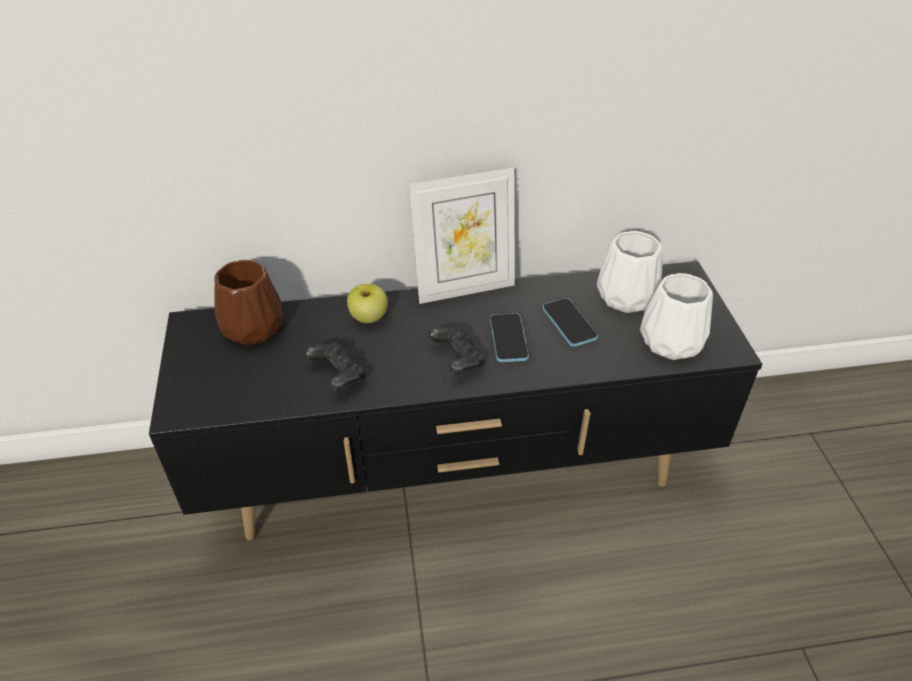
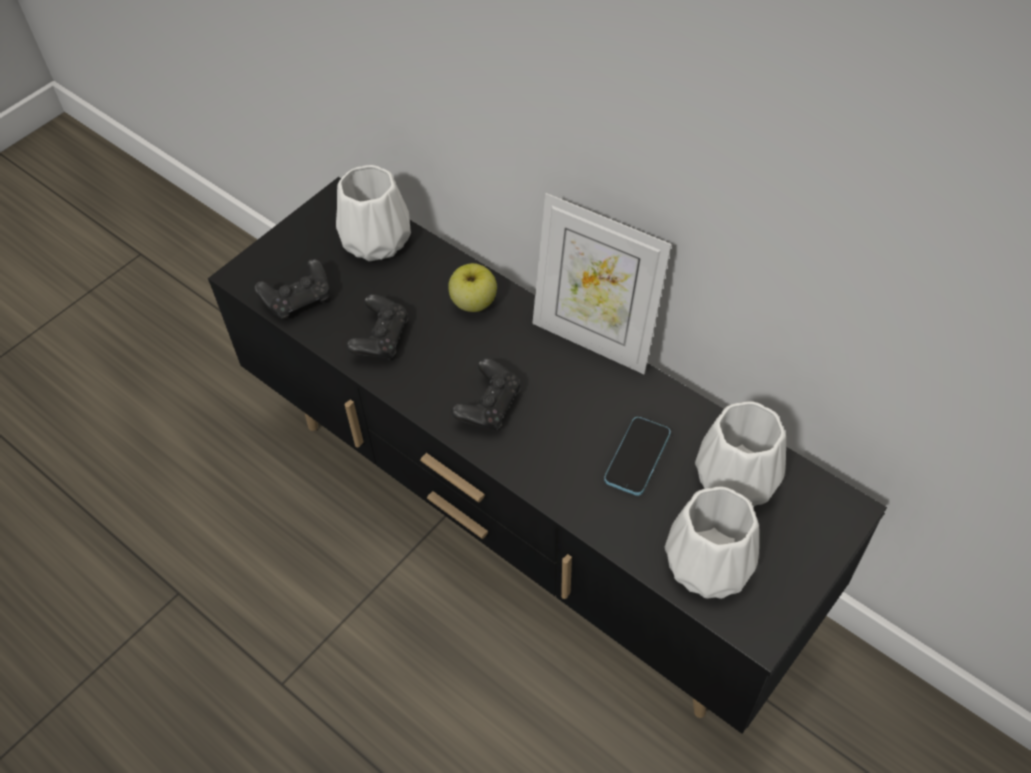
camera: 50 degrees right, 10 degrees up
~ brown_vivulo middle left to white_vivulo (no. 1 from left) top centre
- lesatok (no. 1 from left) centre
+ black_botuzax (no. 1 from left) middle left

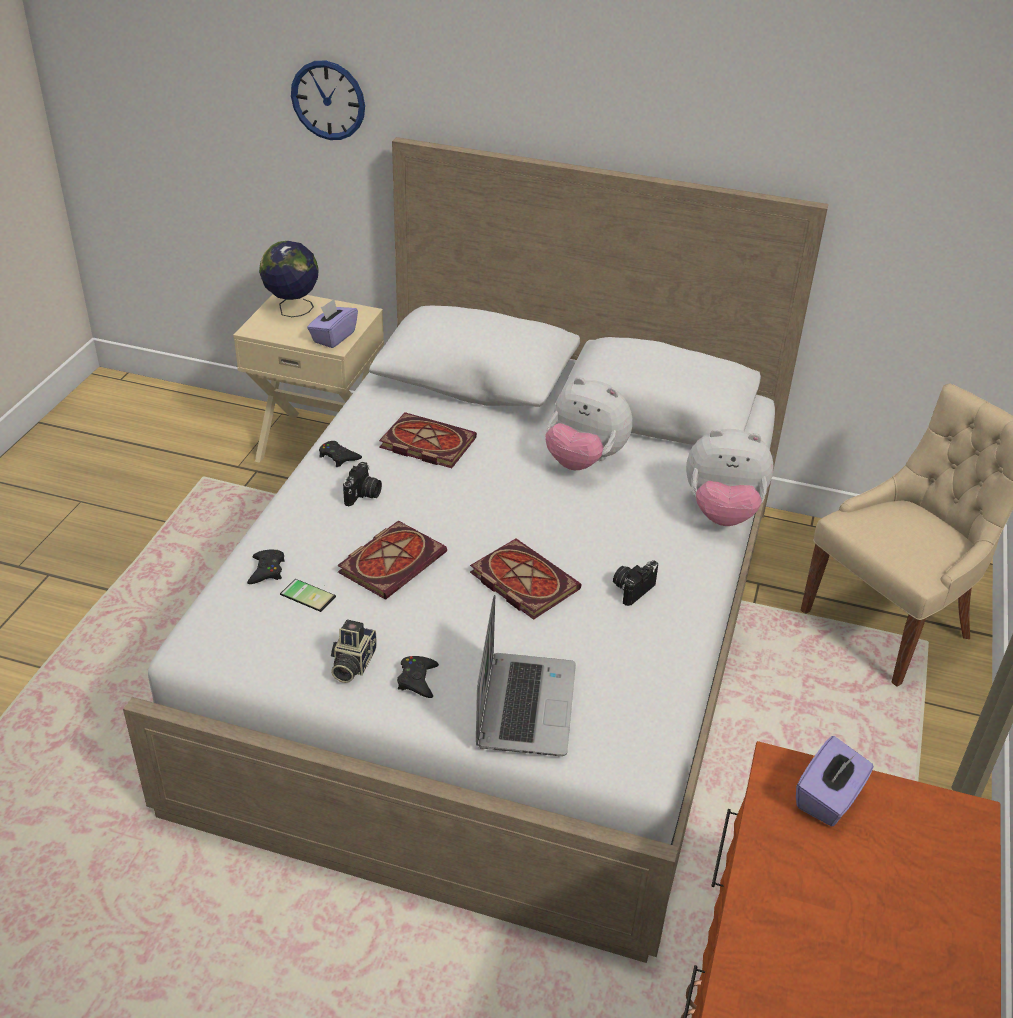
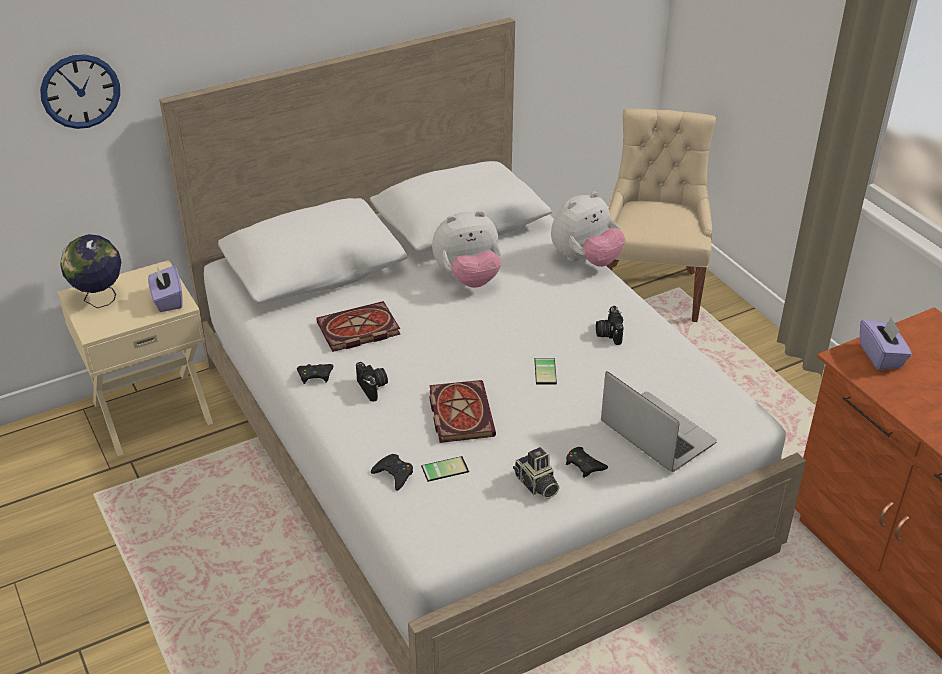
camera: 45 degrees left, 0 degrees up
~ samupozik (no. 3 from left) centre to lesatok (no. 2 from left) centre

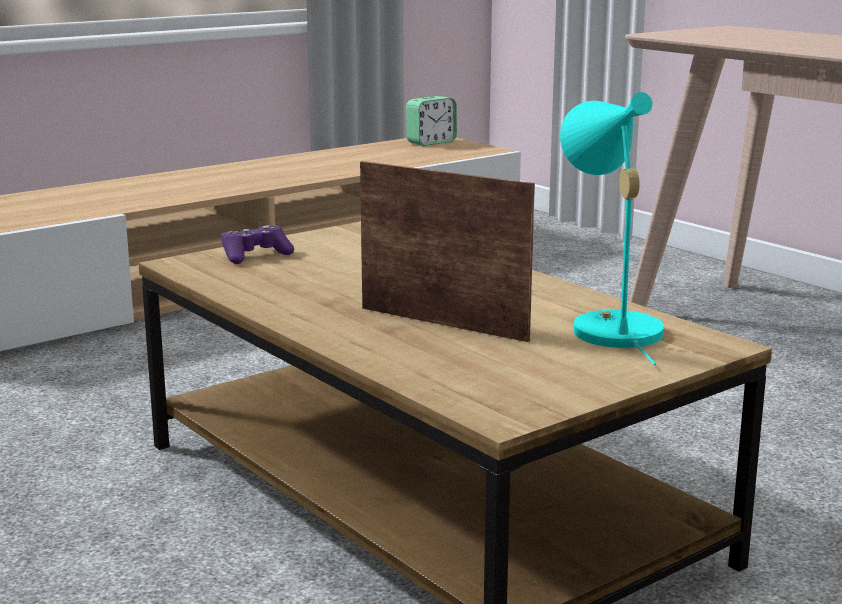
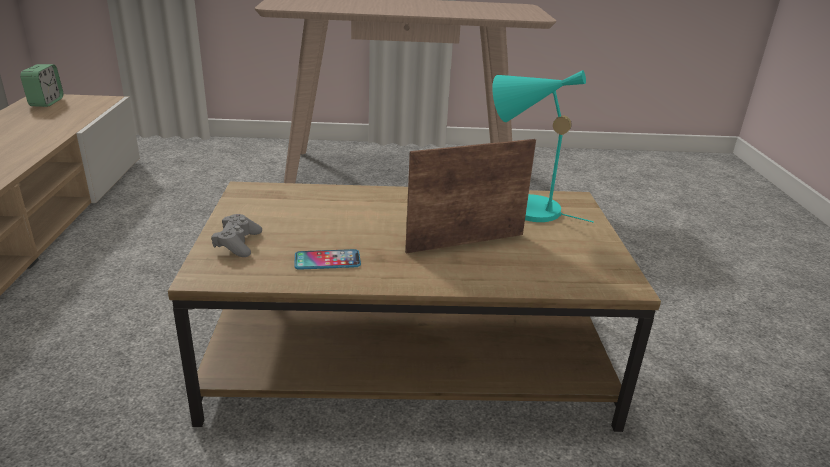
camera: 55 degrees left, 10 degrees up
~ purple_botuzax middle left to grey_botuzax middle left
+ lesatok centre

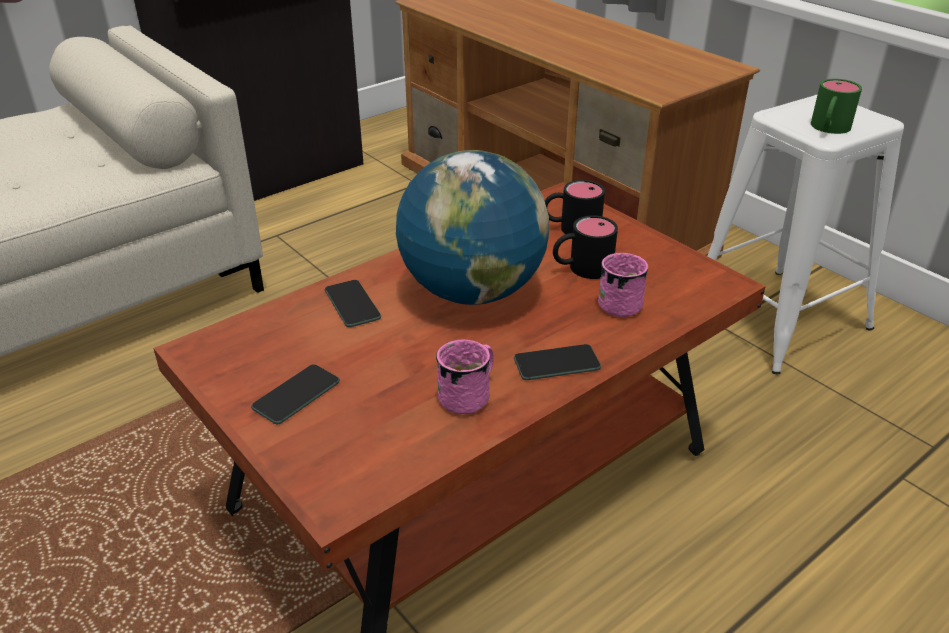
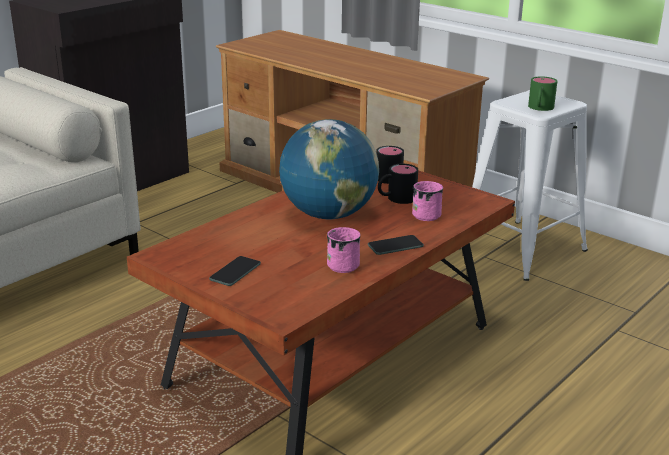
camera: 10 degrees left, 10 degrees down
- lesatok (no. 2 from left) centre

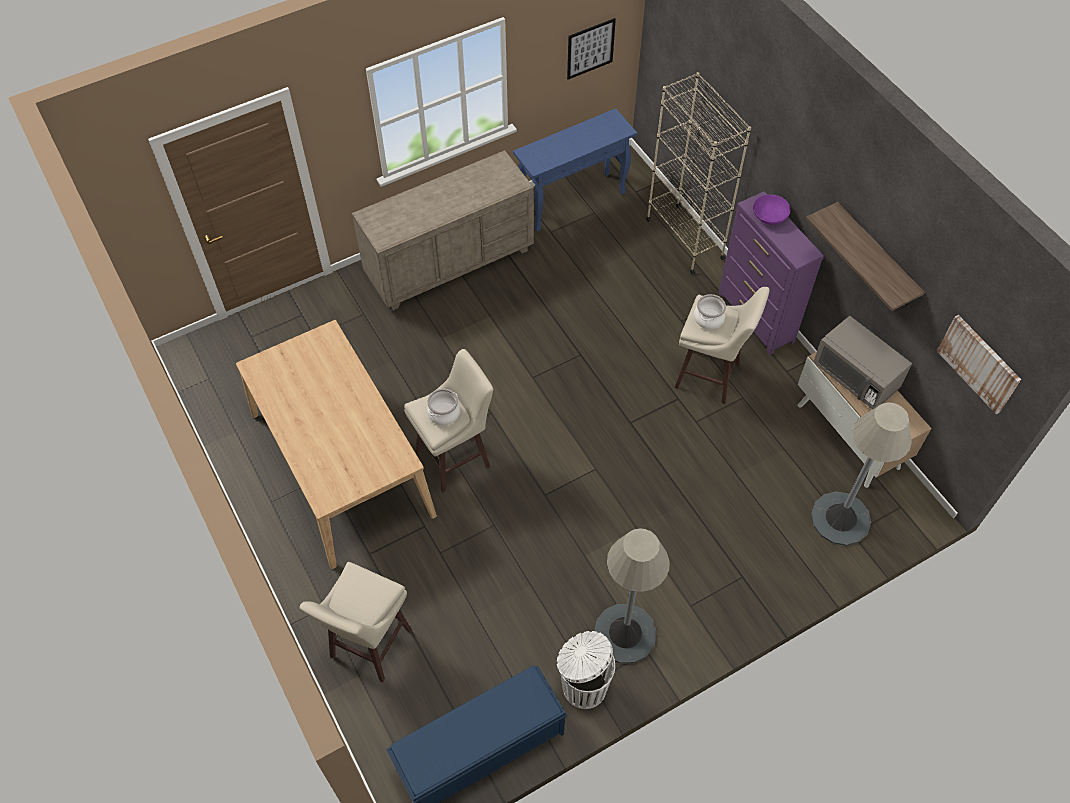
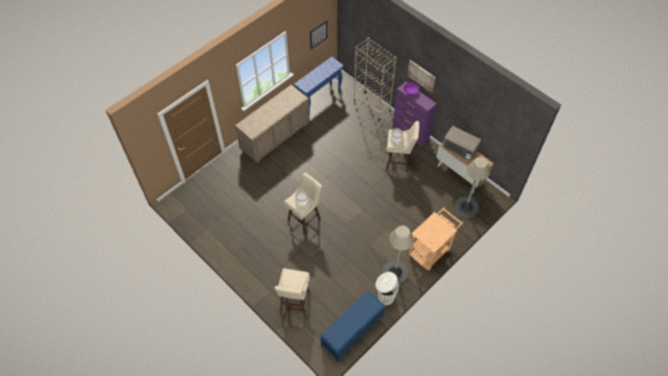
camera: 15 degrees left, 0 degrees up
- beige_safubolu middle left
- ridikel top right
~ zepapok (no. 2 from left) middle right to top centre
+ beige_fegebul centre

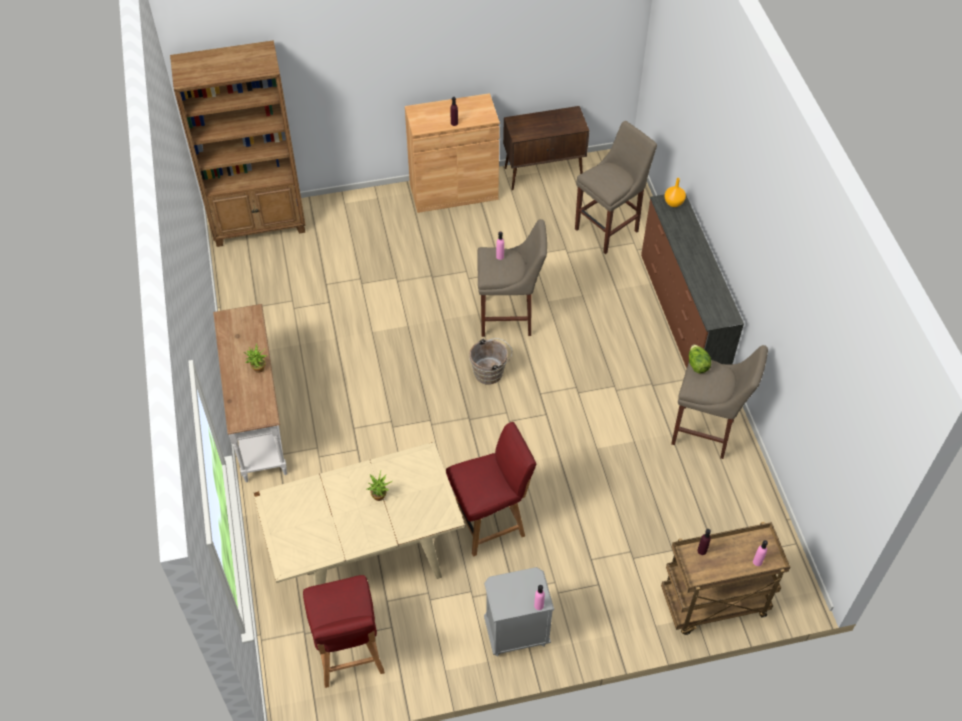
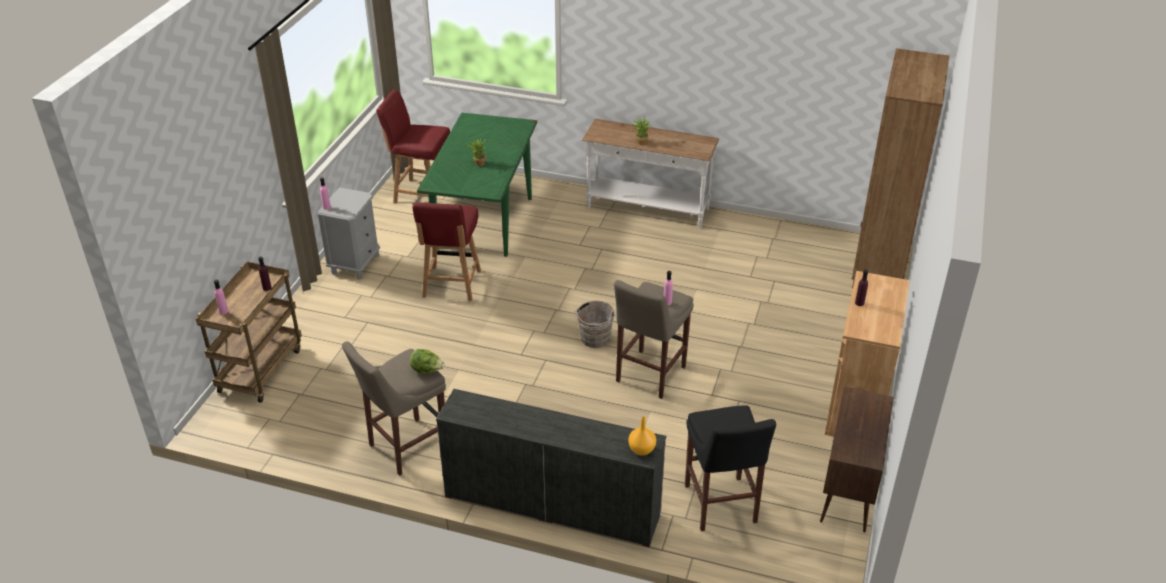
camera: 120 degrees right, 15 degrees down
~ beige_safubolu bottom centre to green_safubolu top centre
~ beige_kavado (no. 2 from left) top centre to black_kavado bottom centre

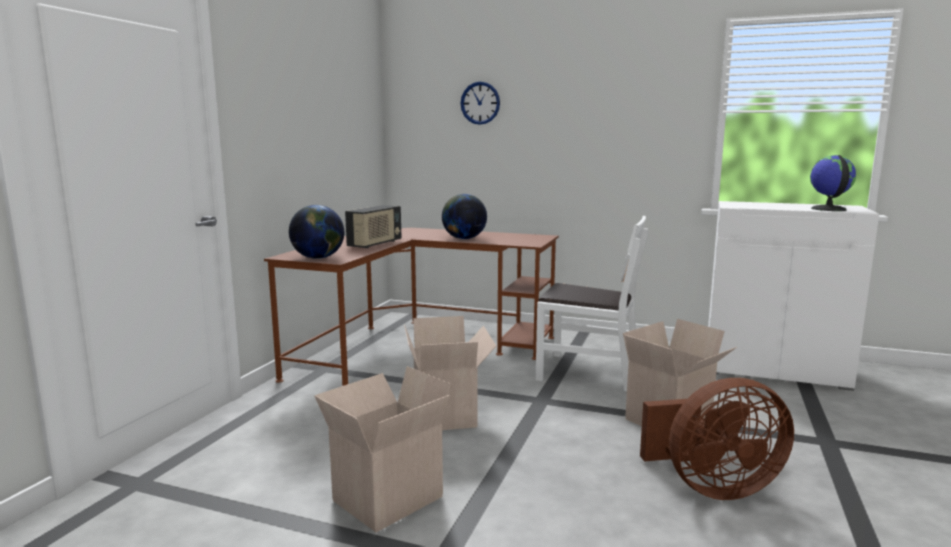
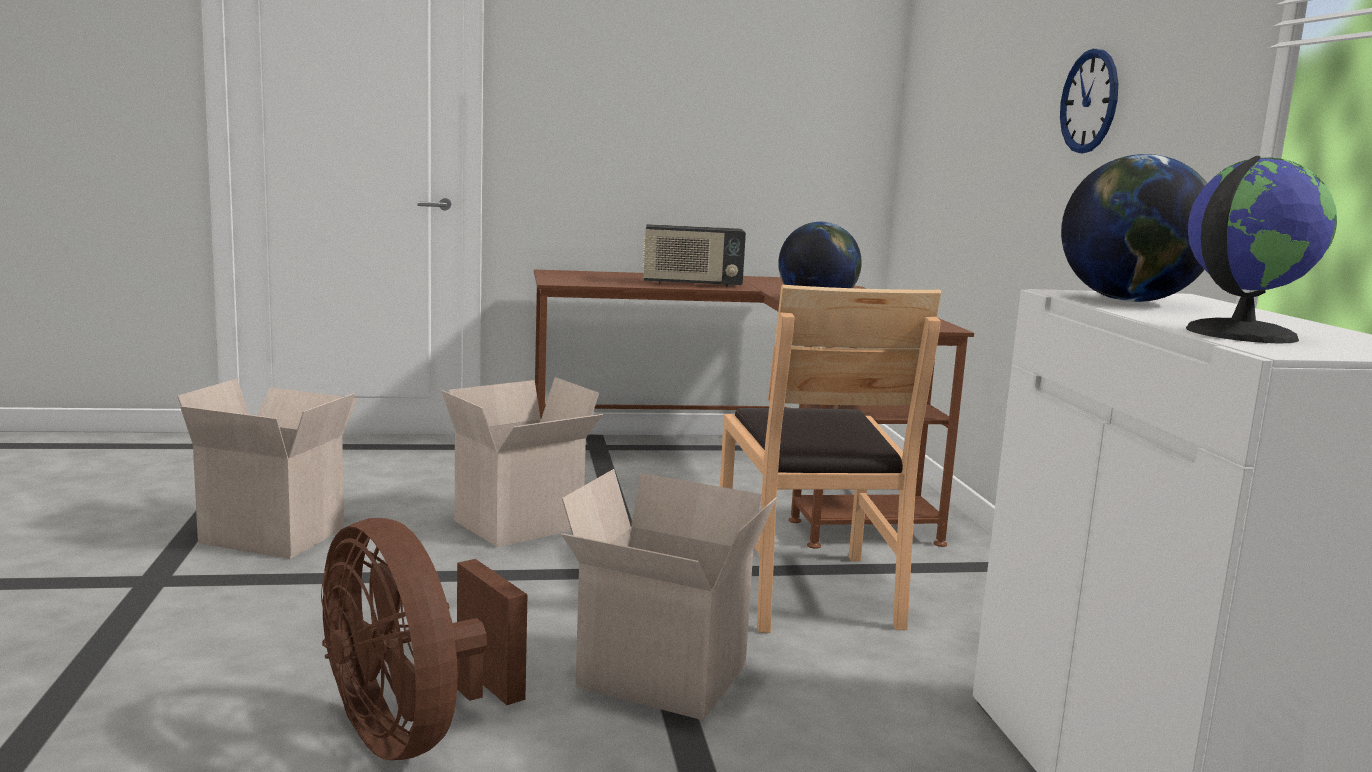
camera: 60 degrees right, 0 degrees up
~ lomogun (no. 1 from left in the first image) middle left to lomogun (no. 2 from left) top right
~ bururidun top centre to top right
~ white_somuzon centre to brown_somuzon centre

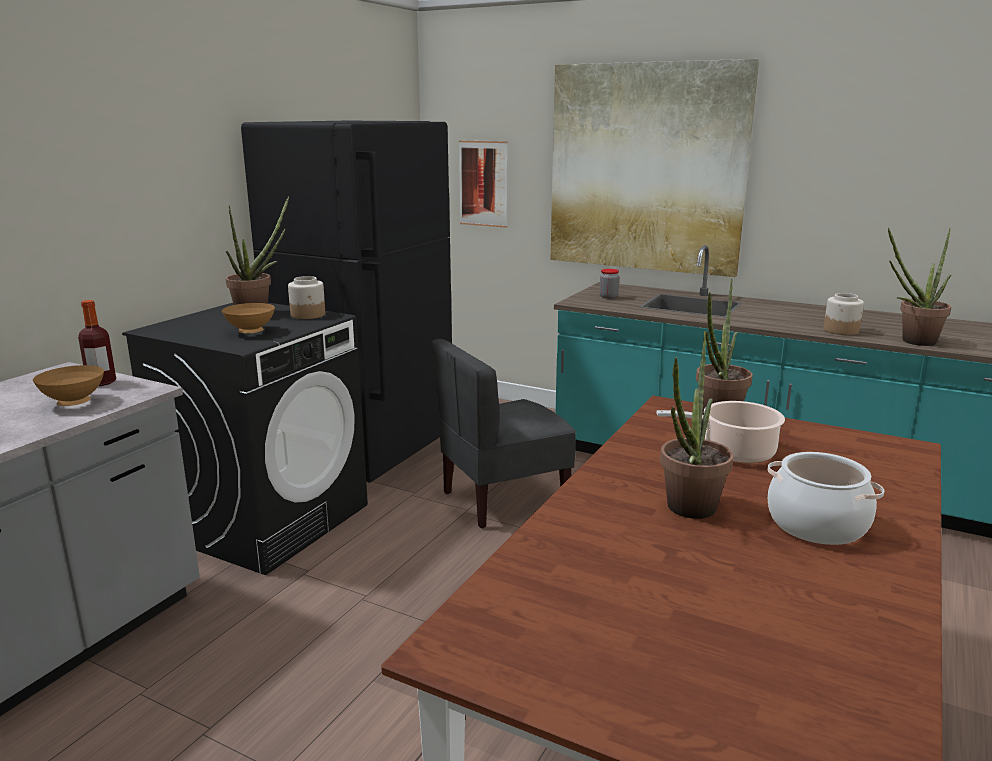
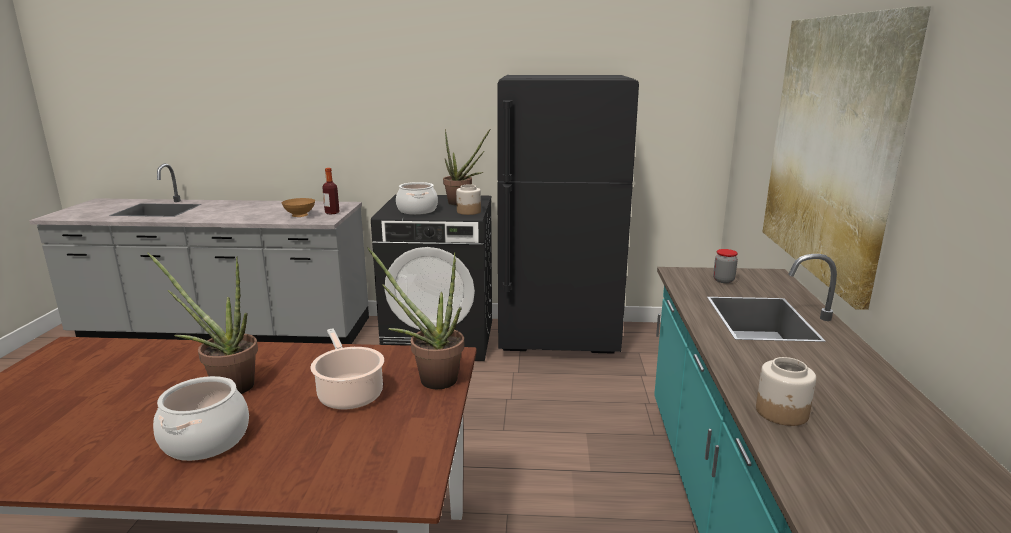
camera: 65 degrees right, 0 degrees up
~ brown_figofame (no. 2 from left) middle left to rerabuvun (no. 3 from left) centre
- grey_somuzon centre
- zepapok (no. 1 from left) top centre
- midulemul (no. 4 from left) middle right

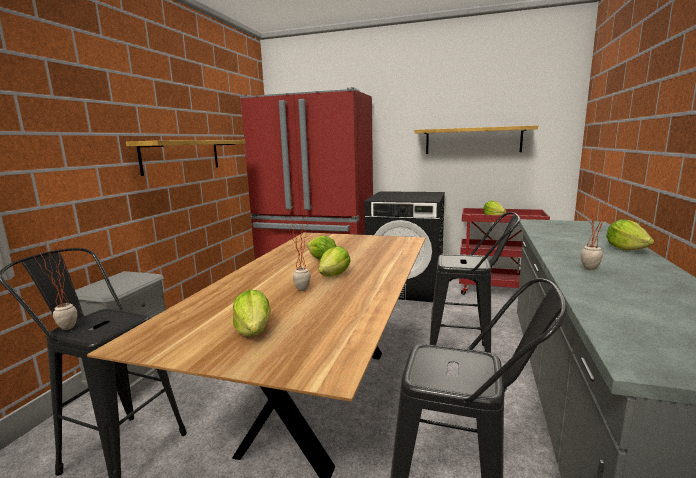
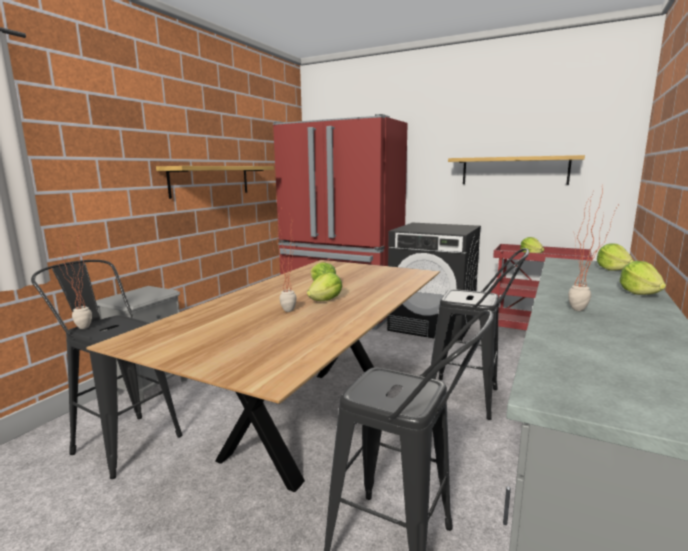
camera: 10 degrees right, 0 degrees up
~ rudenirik (no. 1 from left in the first image) centre to rudenirik (no. 4 from left) middle right

